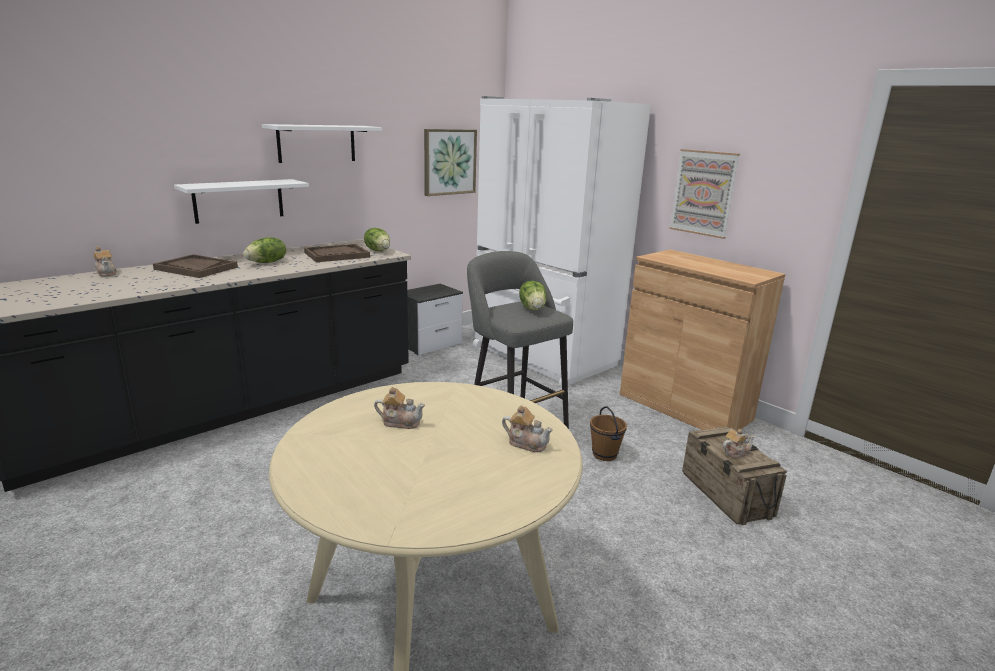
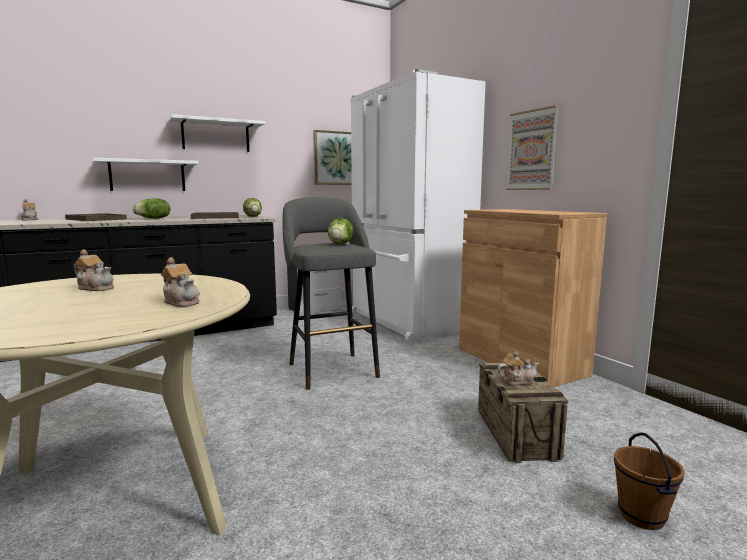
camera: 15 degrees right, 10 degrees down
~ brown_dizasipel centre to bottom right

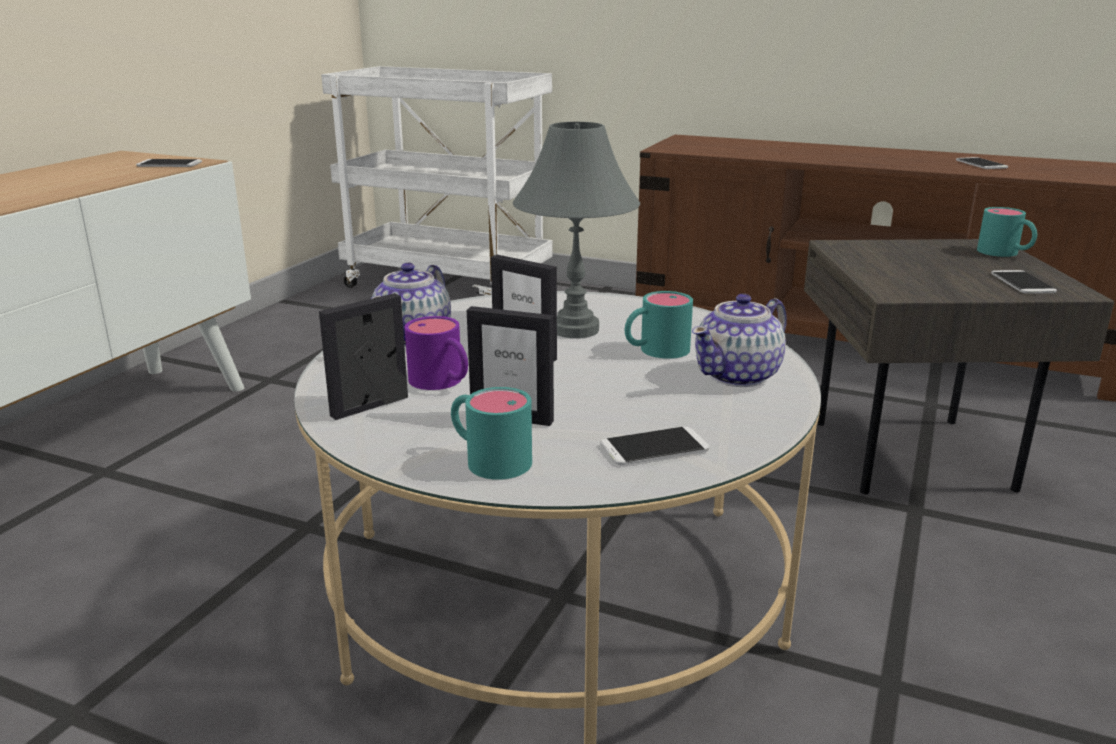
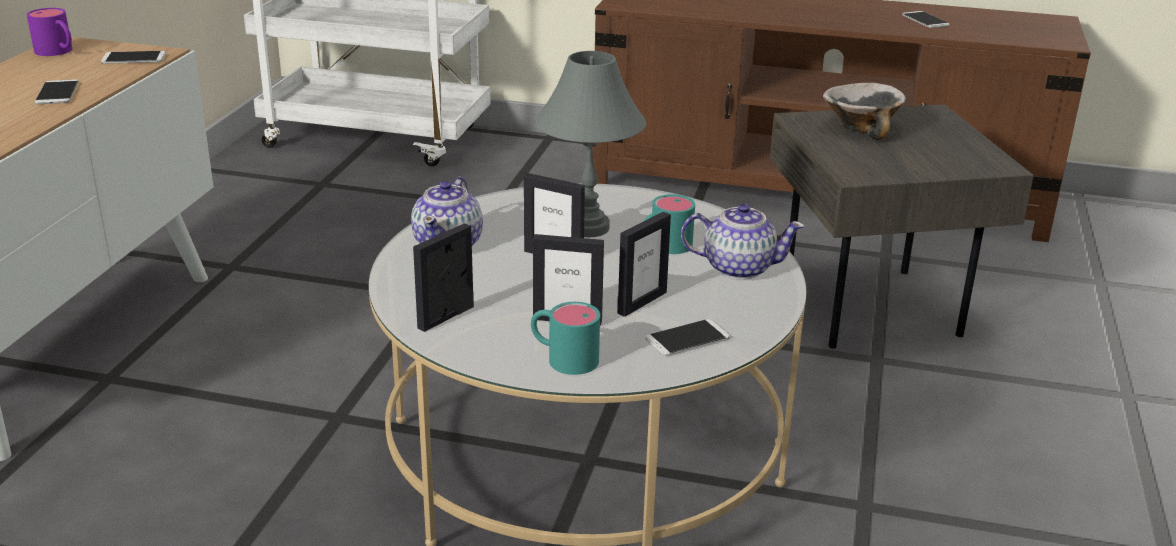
camera: 10 degrees left, 5 degrees up
~ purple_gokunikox centre to top left
~ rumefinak (no. 2 from left) centre = centre 120 degrees counterclockwise
- turquoise_gokunikox (no. 3 from left) top right
~ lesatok (no. 4 from left in the first image) middle right to lesatok (no. 1 from left) top left
+ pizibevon (no. 4 from left) centre
+ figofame top right

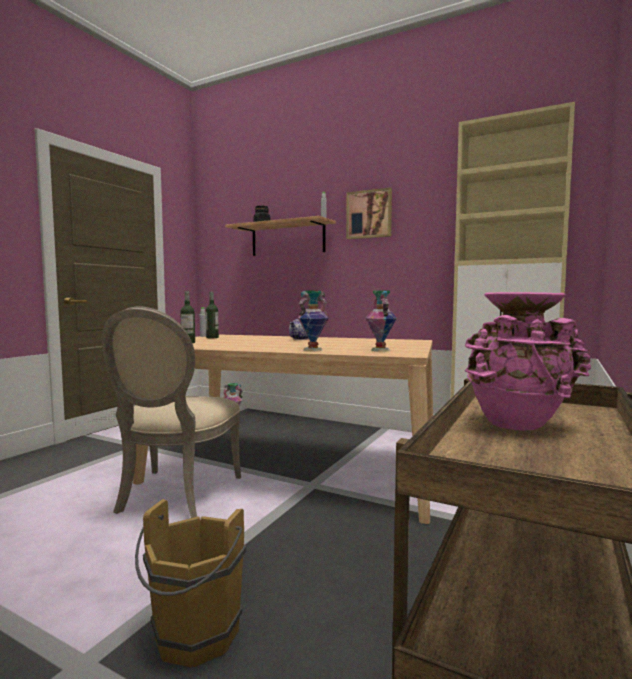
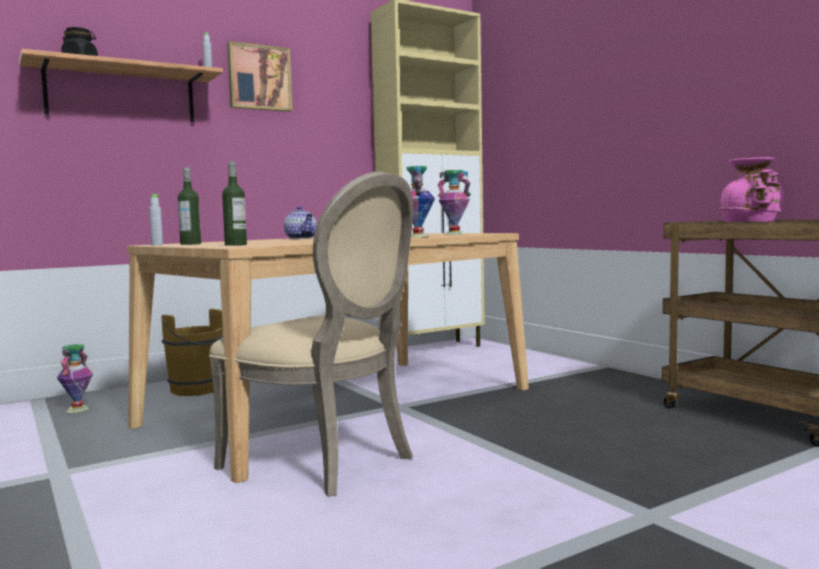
camera: 60 degrees left, 0 degrees up
~ brown_dizasipel bottom left to middle left

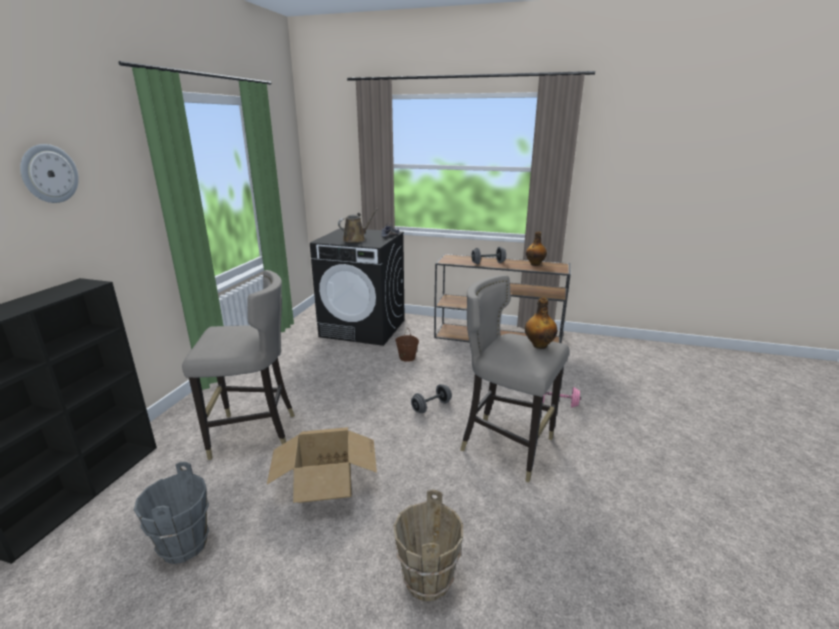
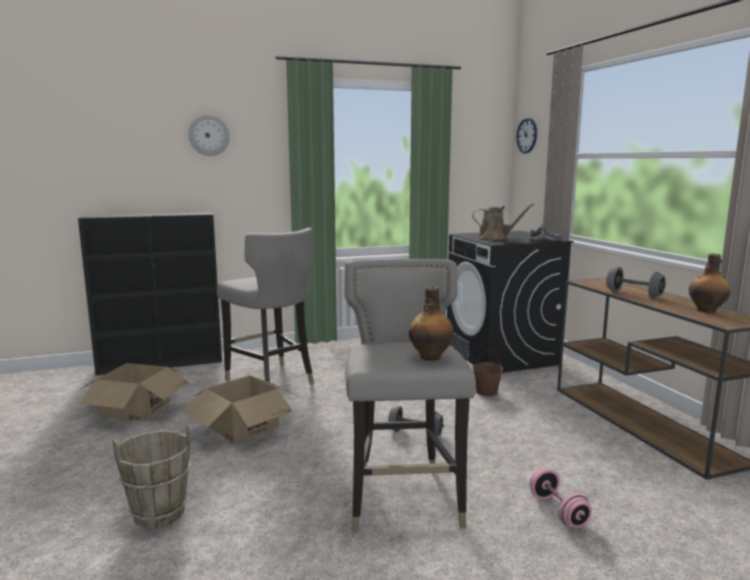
camera: 55 degrees right, 10 degrees down
~ grey_dizasipel bottom left to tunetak (no. 1 from left) bottom left
+ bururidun (no. 2 from left) top right

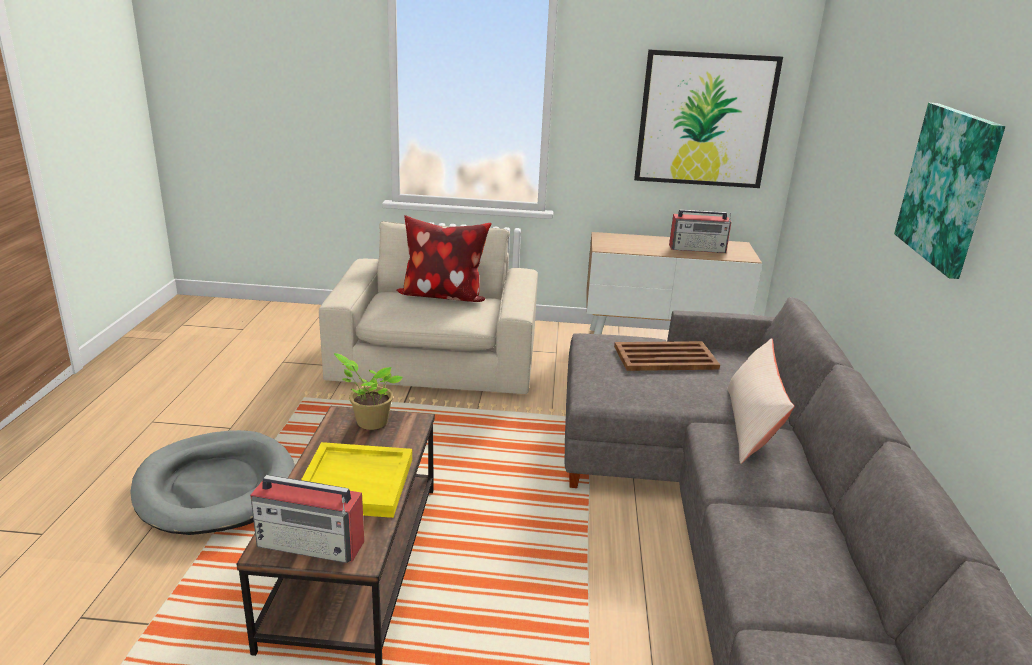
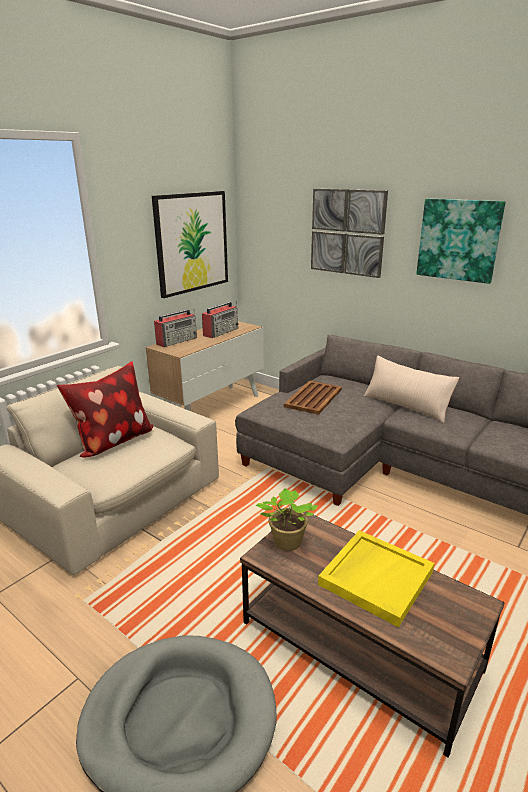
camera: 55 degrees left, 0 degrees up
~ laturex (no. 1 from left) bottom left to middle left
+ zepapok (no. 2 from left) top centre

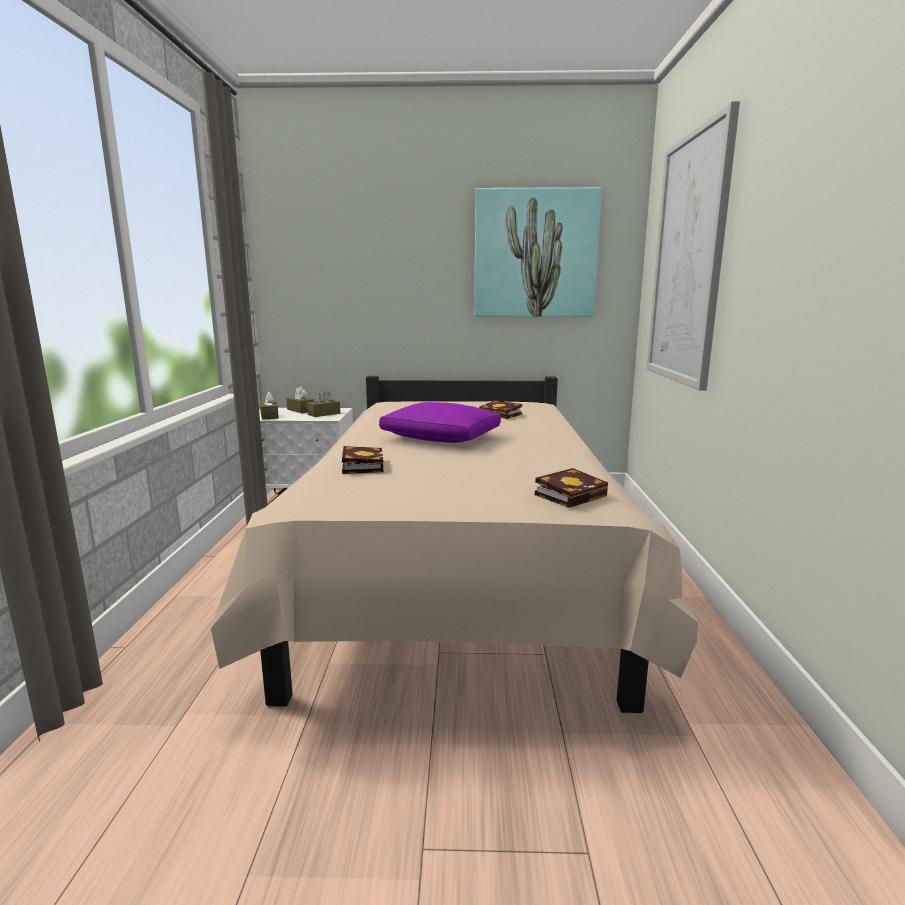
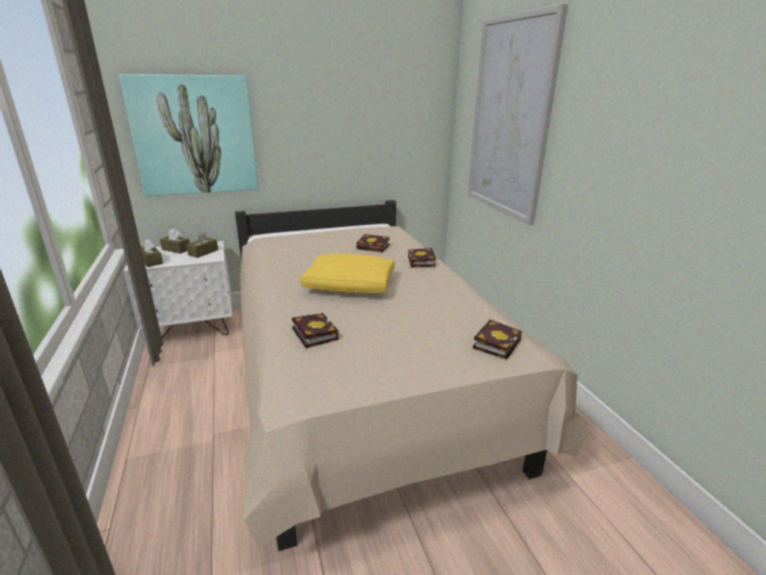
camera: 20 degrees left, 10 degrees up
~ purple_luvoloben centre to yellow_luvoloben centre
~ zepapok (no. 1 from left) top centre to top left
+ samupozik (no. 3 from left) centre

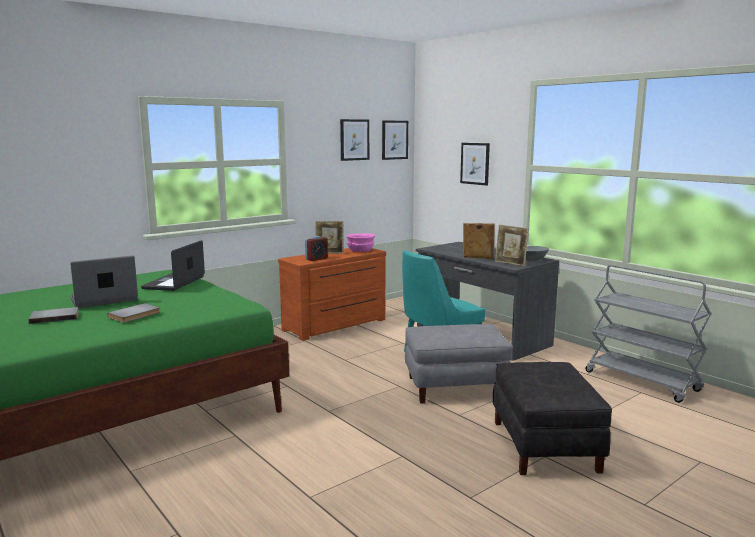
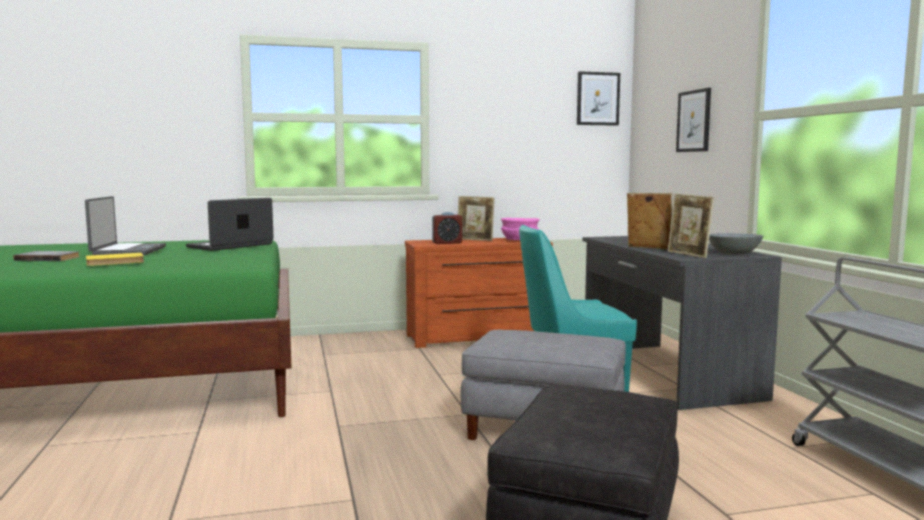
camera: 25 degrees right, 5 degrees down
~ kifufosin (no. 1 from left) middle left = middle left 90 degrees clockwise
~ grey_samupozik (no. 2 from left) middle left to yellow_samupozik middle left
- zepapok (no. 1 from left) top centre

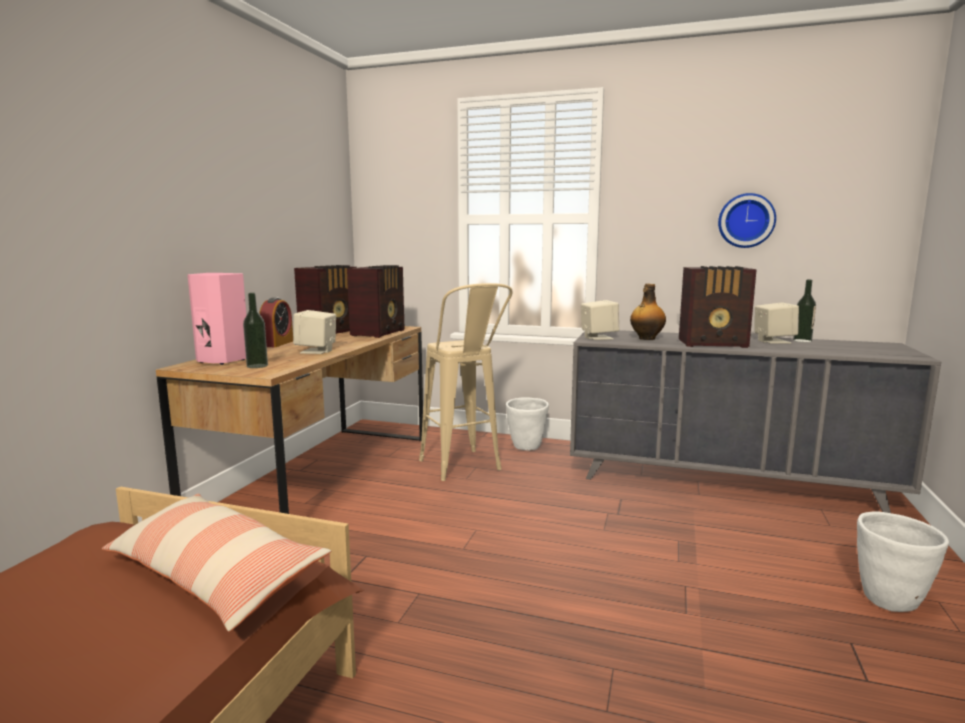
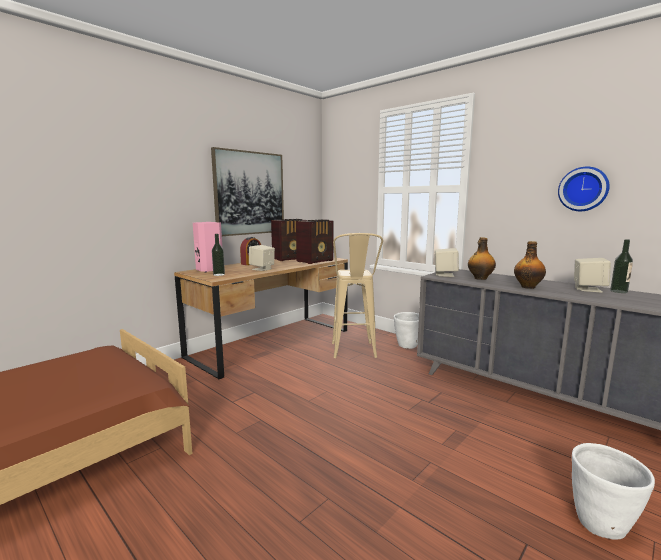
camera: 25 degrees right, 0 degrees up
- luvoloben bottom left
~ laturex (no. 3 from left) middle right to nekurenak (no. 3 from left) middle right
+ zepapok centre

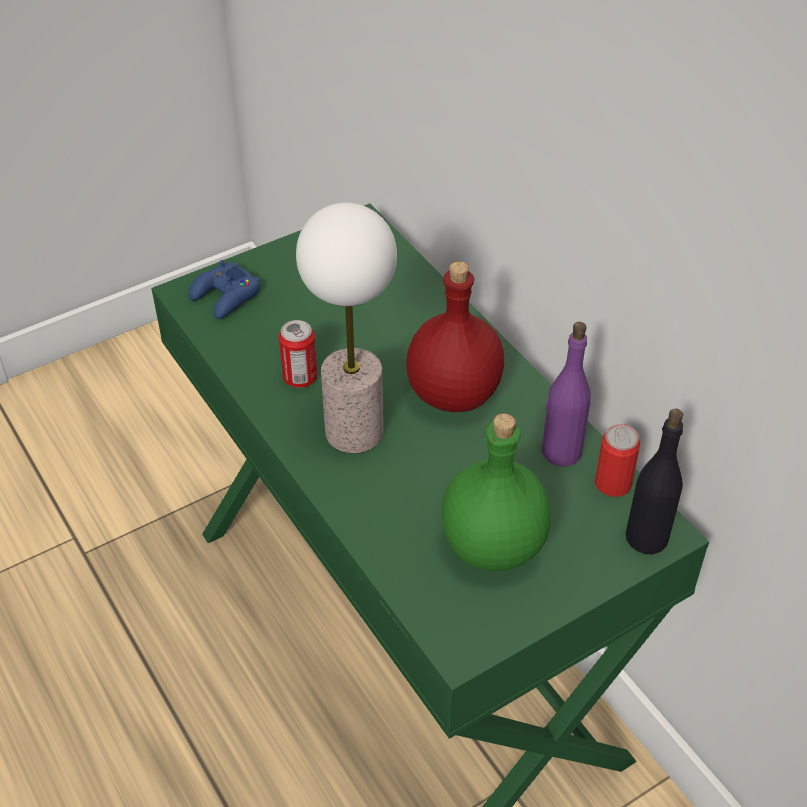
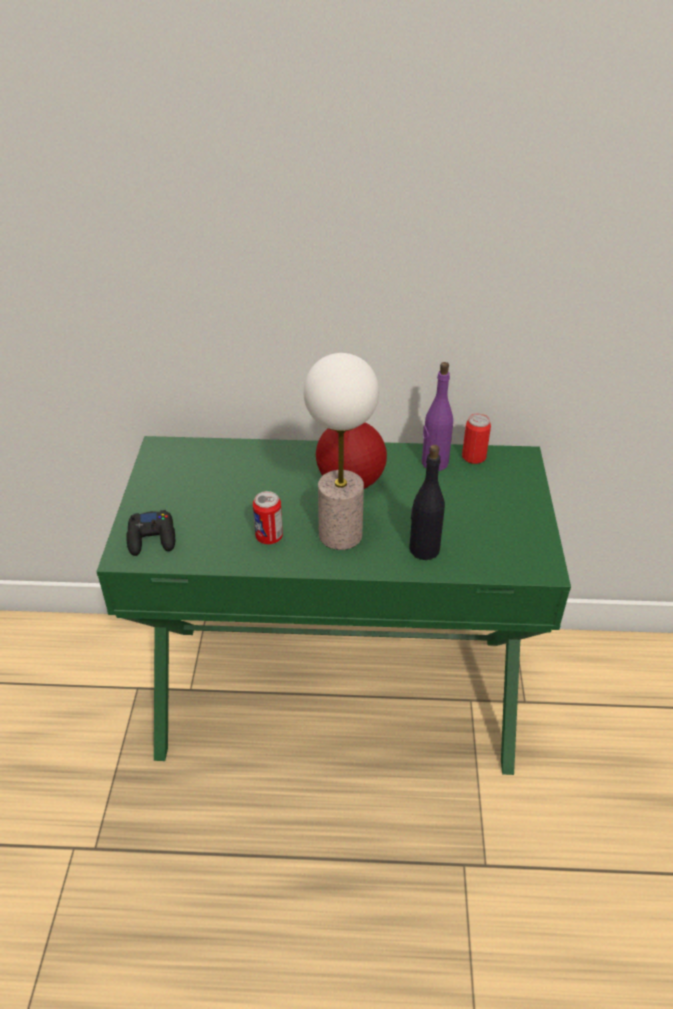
camera: 55 degrees left, 5 degrees down
~ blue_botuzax middle left to black_botuzax middle left
- green_nekurenak centre
~ black_nekurenak middle right to centre

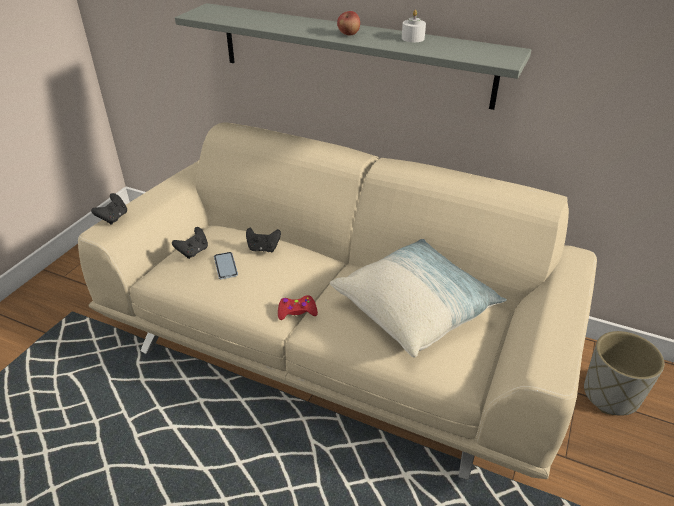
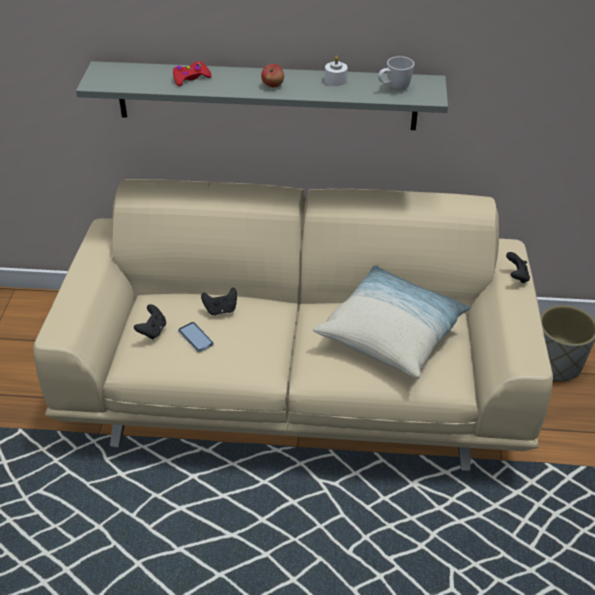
camera: 20 degrees left, 5 degrees up
~ black_botuzax (no. 1 from left in the first image) middle left to black_botuzax (no. 3 from left) middle right
~ red_botuzax centre to top left
+ white_gokunikox top centre

